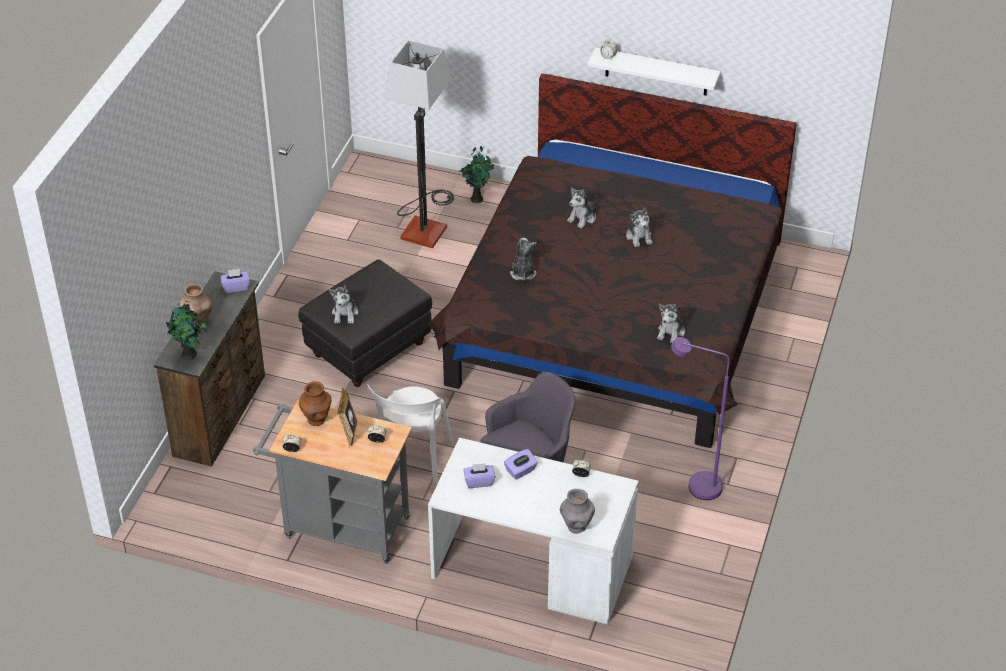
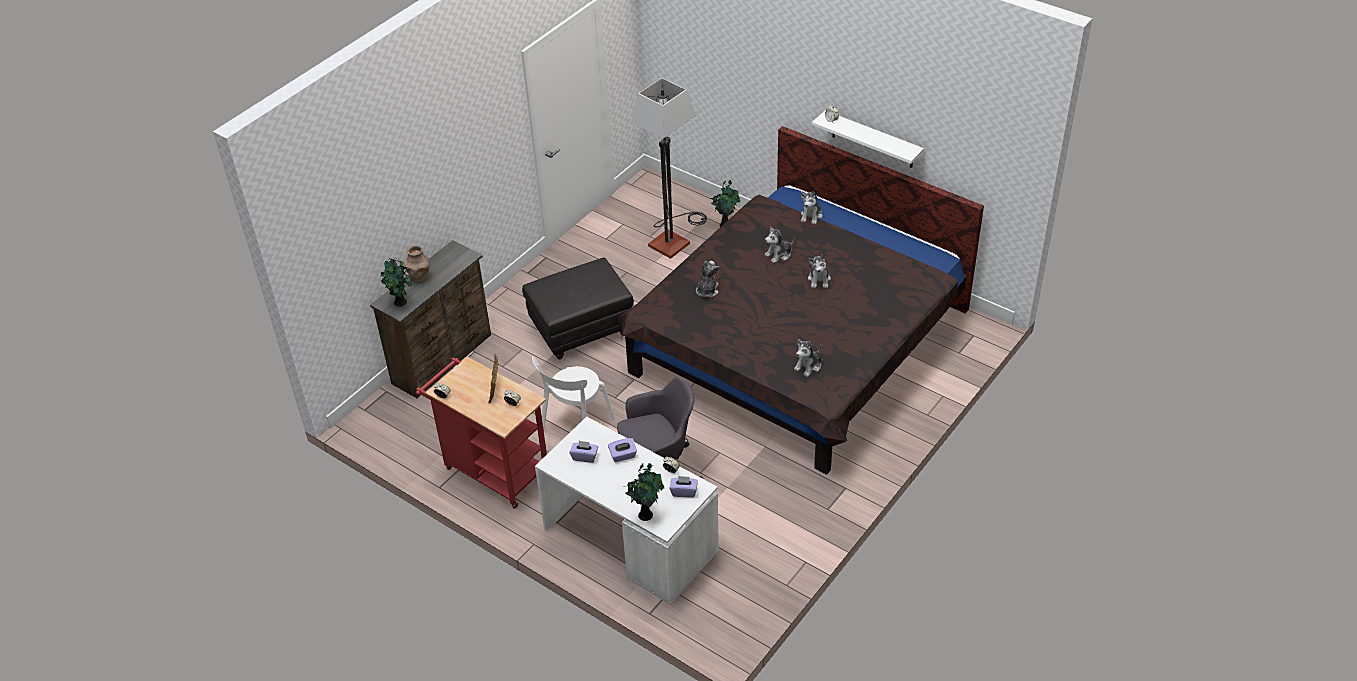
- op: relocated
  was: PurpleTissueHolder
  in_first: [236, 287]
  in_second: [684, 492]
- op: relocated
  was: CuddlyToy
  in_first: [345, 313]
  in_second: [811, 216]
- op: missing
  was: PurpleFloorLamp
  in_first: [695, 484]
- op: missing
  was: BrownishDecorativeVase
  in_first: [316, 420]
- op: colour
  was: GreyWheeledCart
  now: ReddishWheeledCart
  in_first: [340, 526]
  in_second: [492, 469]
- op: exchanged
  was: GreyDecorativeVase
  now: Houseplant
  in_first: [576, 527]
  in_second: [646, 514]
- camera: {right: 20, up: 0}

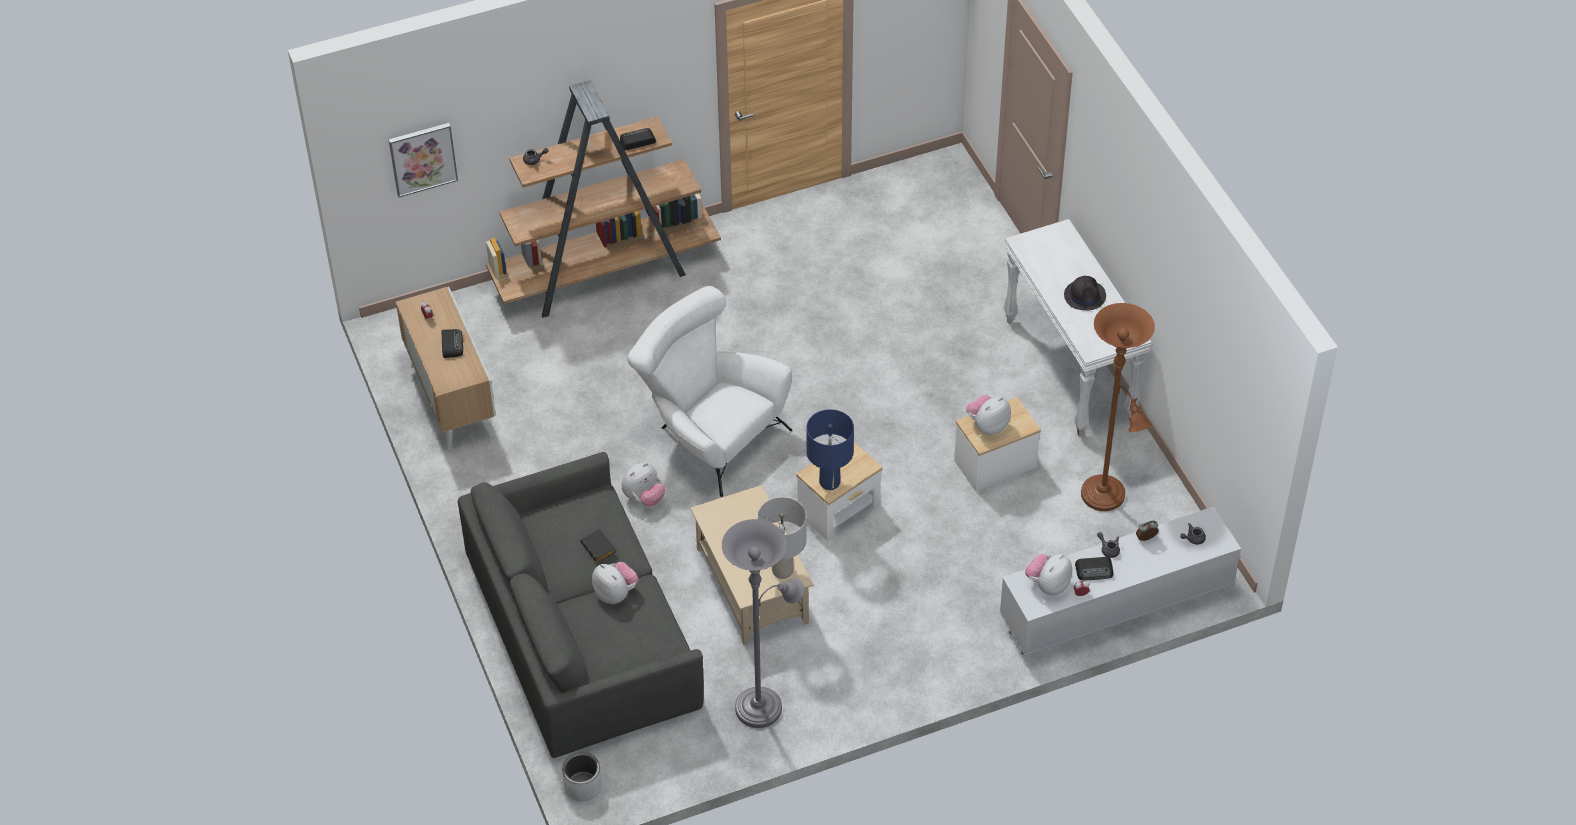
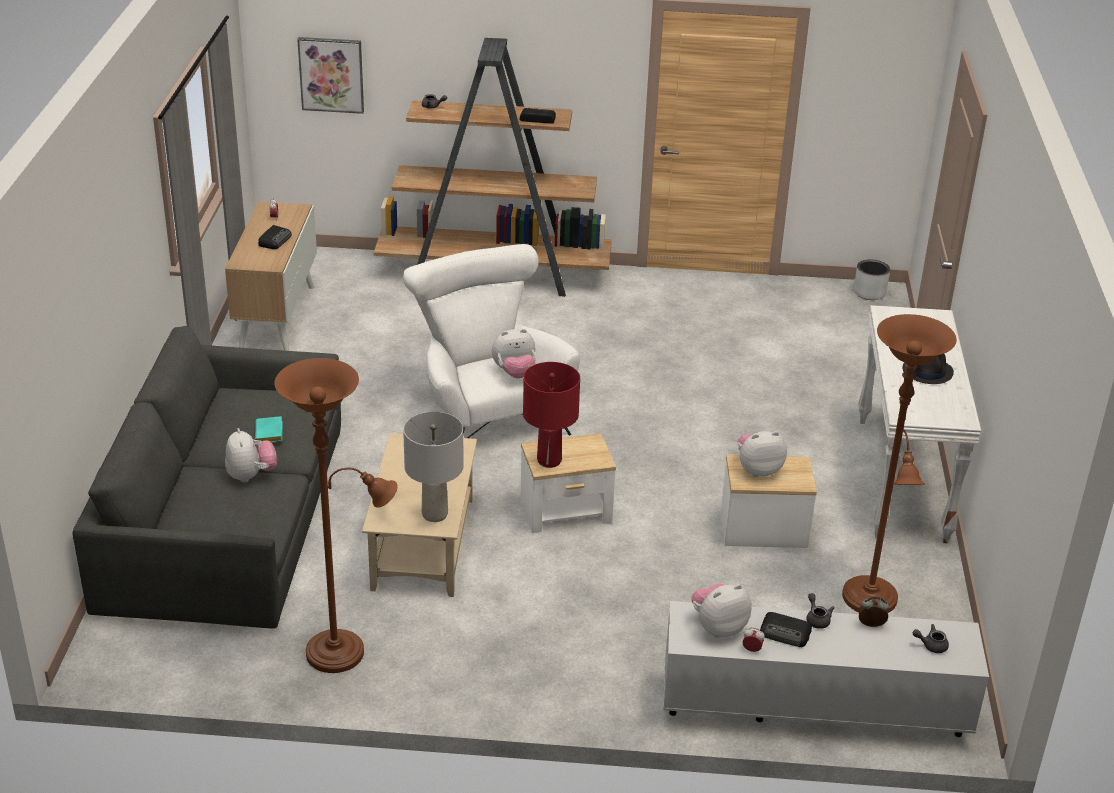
- op: colour
  was: BluishTableLamp
  now: ReddishTableLamp
  in_first: [829, 482]
  in_second: [549, 460]
- op: relocated
  was: CuddlyToy
  in_first: [644, 498]
  in_second: [515, 373]
- op: colour
  was: GreyFloorLamp
  now: BrownishFloorLamp
  in_first: [763, 704]
  in_second: [343, 651]
- op: colour
  was: BlackVolume
  now: BlueGreenVolume
  in_first: [599, 548]
  in_second: [270, 434]
- op: relocated
  was: GreyPlanter
  in_first: [582, 786]
  in_second: [869, 292]
- camera: {right: 25, up: -15}

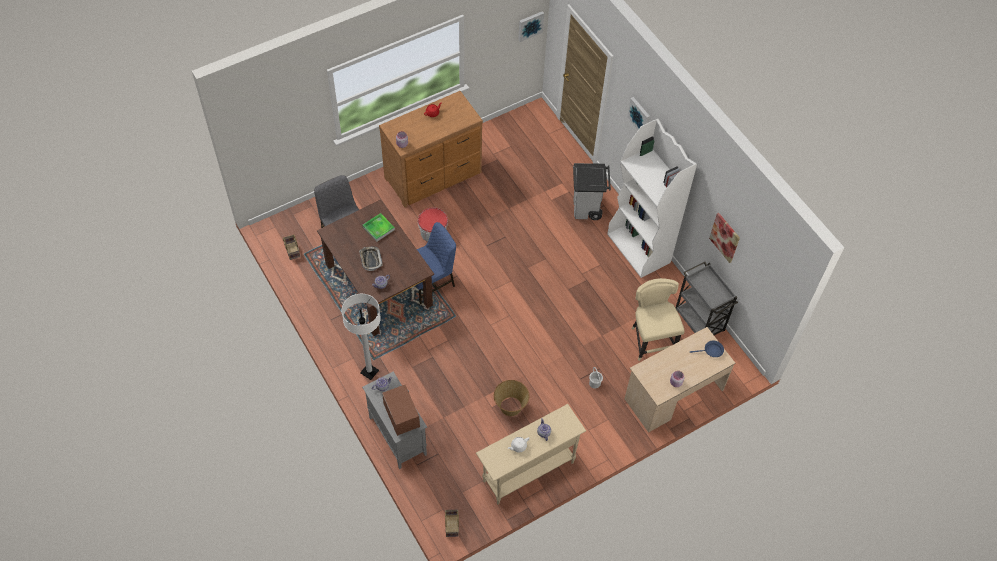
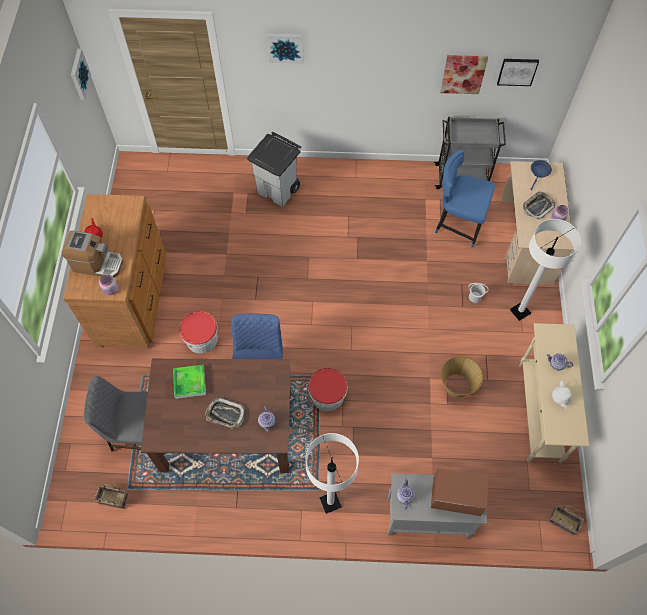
- op: missing
  was: WhiteColouredBookcase
  in_first: [639, 249]
- op: colour
  was: BeigePlainChair
  now: BluishPlainChair
  in_first: [651, 340]
  in_second: [457, 224]
- op: appeared
  now: WallPicture
  in_second: [517, 71]
- op: appeared
  now: Tray
  in_second: [538, 207]
- op: appeared
  now: WhiteColouredFloorLamp
  in_second: [520, 311]
- op: appeared
  now: CoffeeMaker
  in_second: [97, 264]
- op: appeared
  now: Bucket
  in_second: [327, 395]
- camera: {right: -55, up: 5}

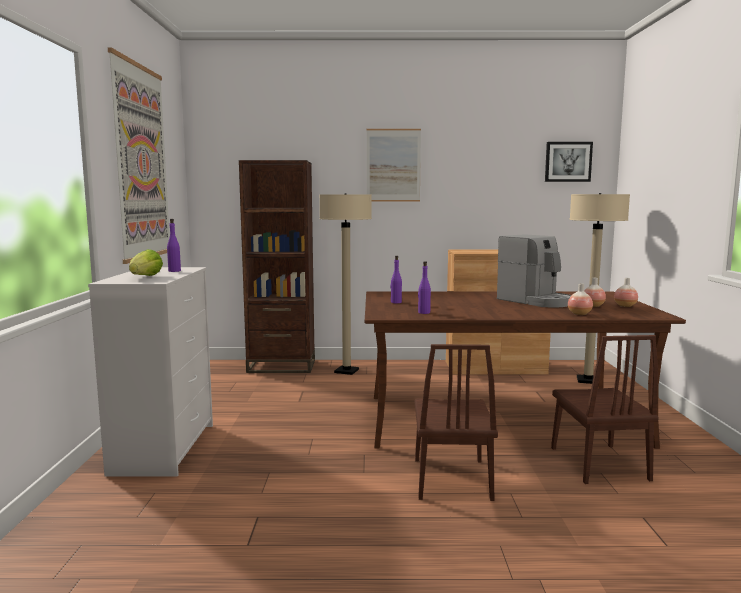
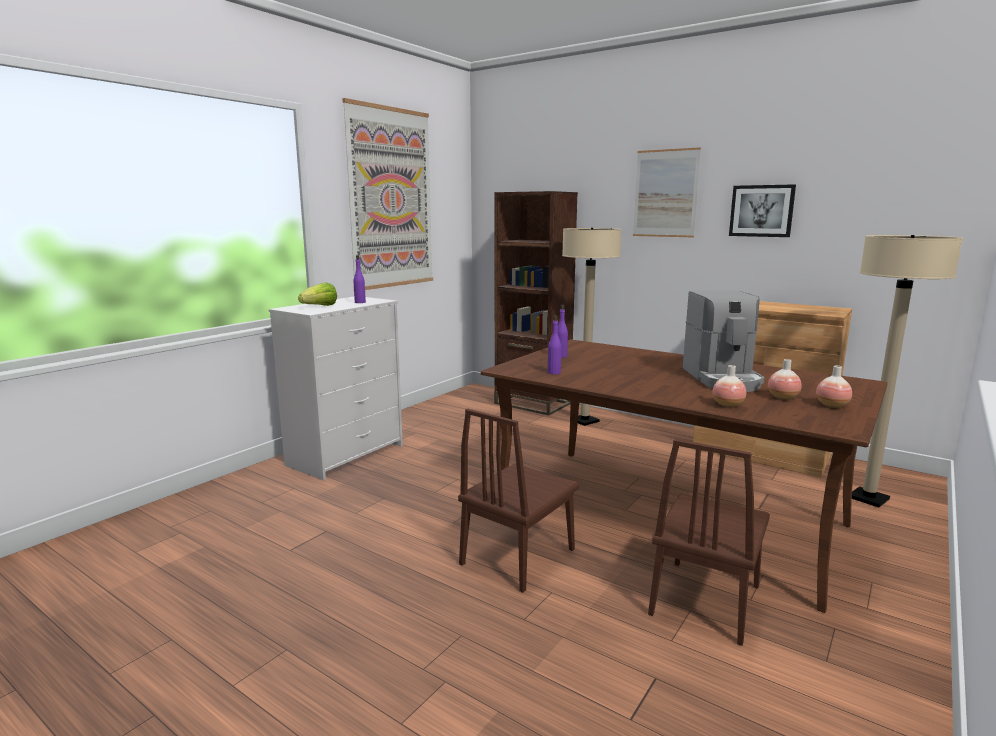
- op: relocated
  was: WallPicture
  in_first: [568, 162]
  in_second: [761, 211]
- camera: {right: 35, up: 5}

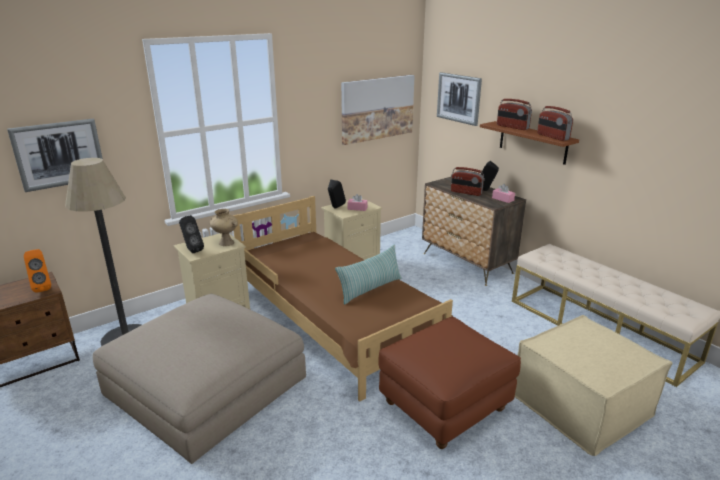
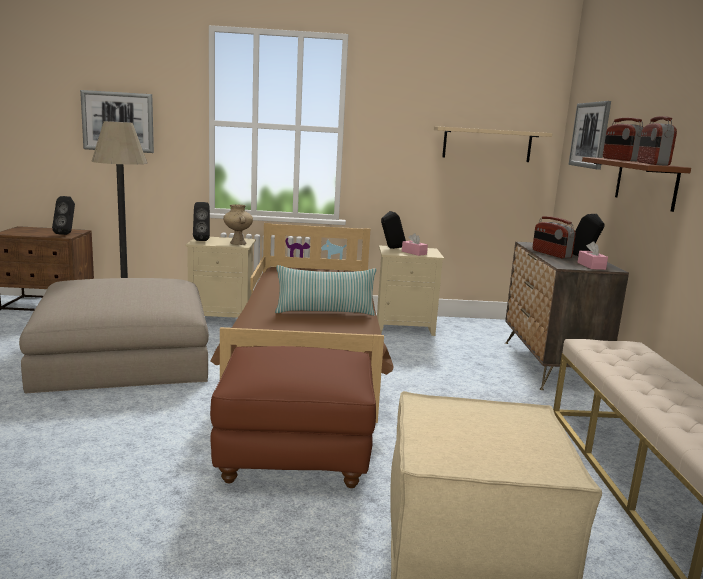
- op: exchanged
  was: WallPicture
  now: BeigeShelf
  in_first: [377, 108]
  in_second: [487, 144]
- op: colour
  was: OrangeColouredLoudspeaker
  now: BlackLoudspeaker
  in_first: [42, 287]
  in_second: [66, 234]
- camera: {right: 35, up: -10}

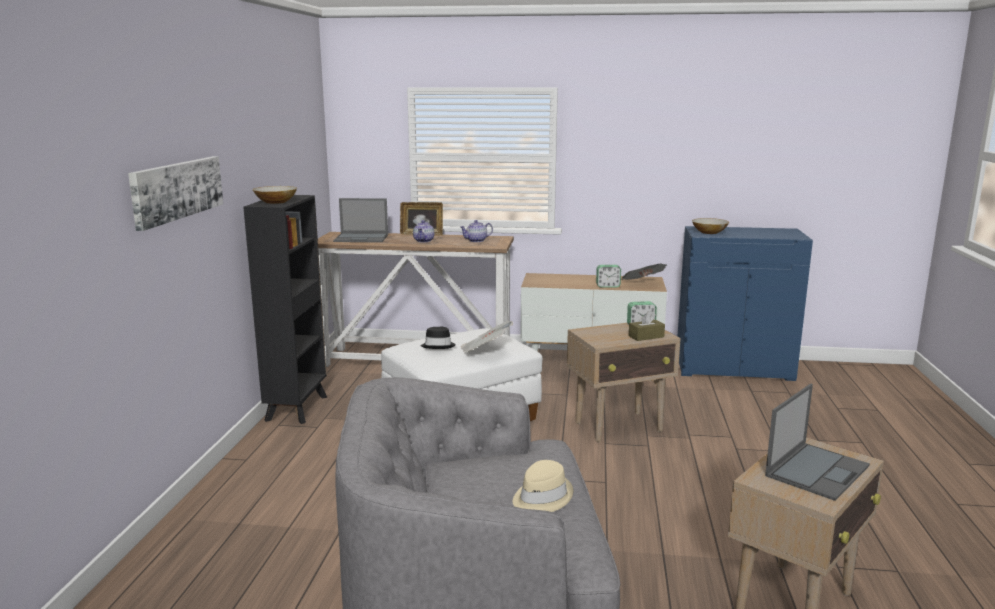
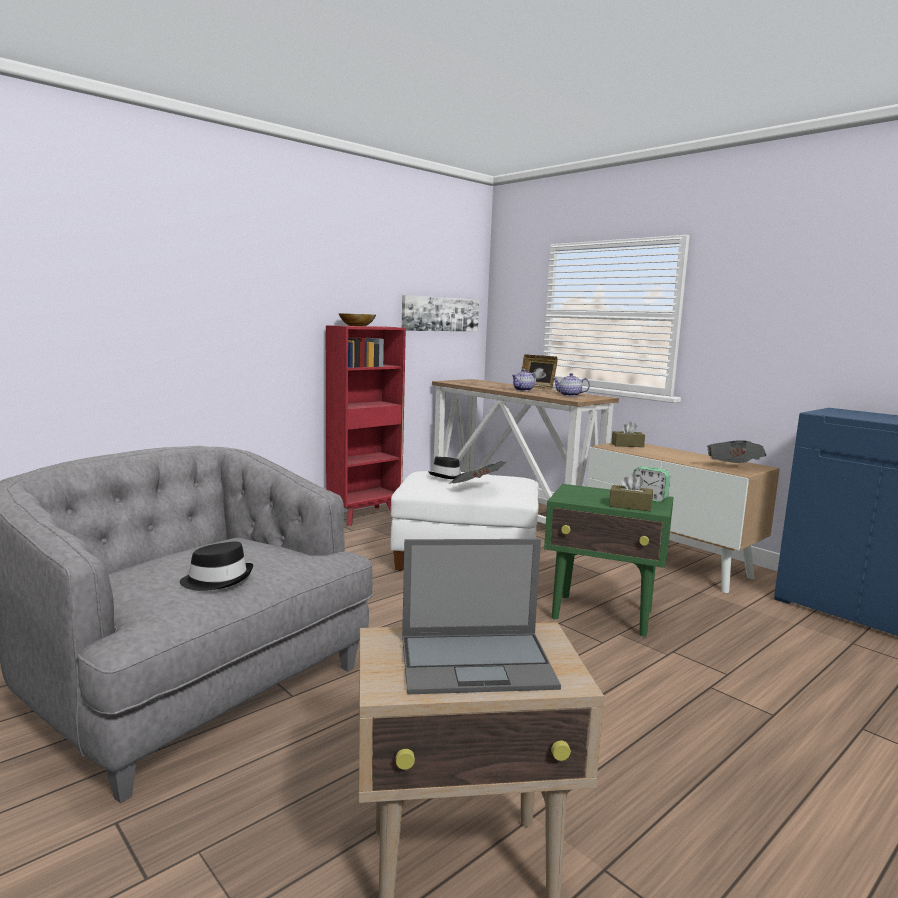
- op: relocated
  was: WallPicture
  in_first: [177, 190]
  in_second: [440, 314]
- op: colour
  was: BlackBookcase
  now: ReddishBookcase
  in_first: [297, 408]
  in_second: [365, 515]
- op: missing
  was: Laptop
  in_first: [362, 238]
- op: missing
  was: ServingBowl
  in_first: [709, 232]
- op: missing
  was: BedsideClock
  in_first: [608, 286]
- op: colour
  was: BeigeSideTable
  now: GreenColouredSideTable
  in_first: [619, 427]
  in_second: [603, 616]
- op: colour
  was: BeigeWearableHat
  now: BlackWearableHat
  in_first: [541, 497]
  in_second: [218, 579]
- op: appeared
  now: BrownishTissueHolder
  in_second: [627, 445]
- camera: {right: 40, up: -5}

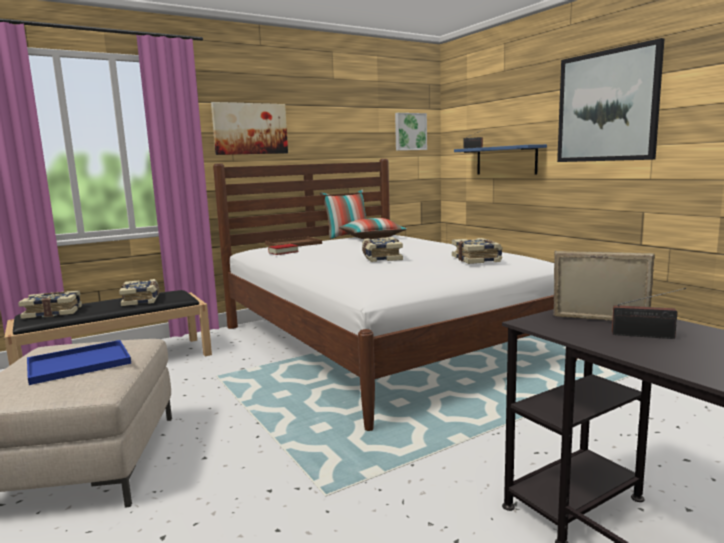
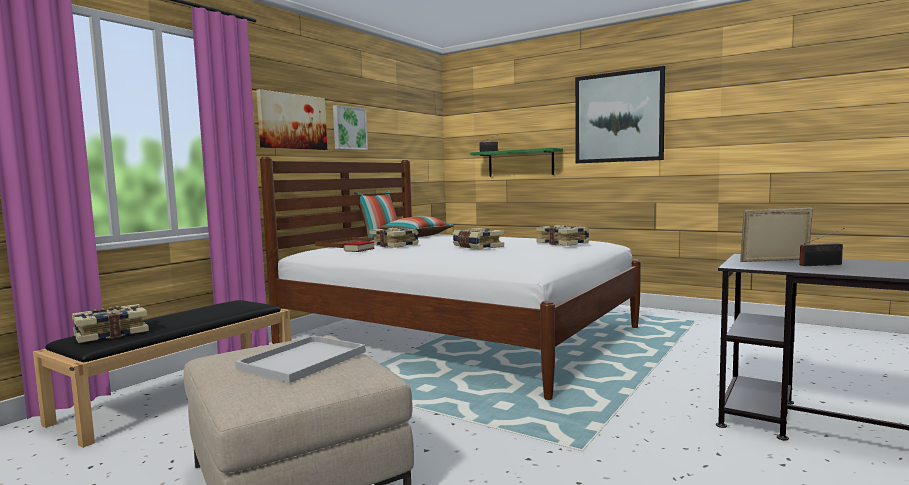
- op: relocated
  was: WallPicture
  in_first: [410, 131]
  in_second: [349, 128]
- op: colour
  was: BluishShelf
  now: GreenColouredShelf
  in_first: [506, 160]
  in_second: [520, 163]
- op: relocated
  was: Volume
  in_first: [142, 300]
  in_second: [395, 245]
- op: colour
  was: BluishTray
  now: WhiteColouredTray
  in_first: [77, 364]
  in_second: [302, 361]
- camera: {right: -25, up: -5}

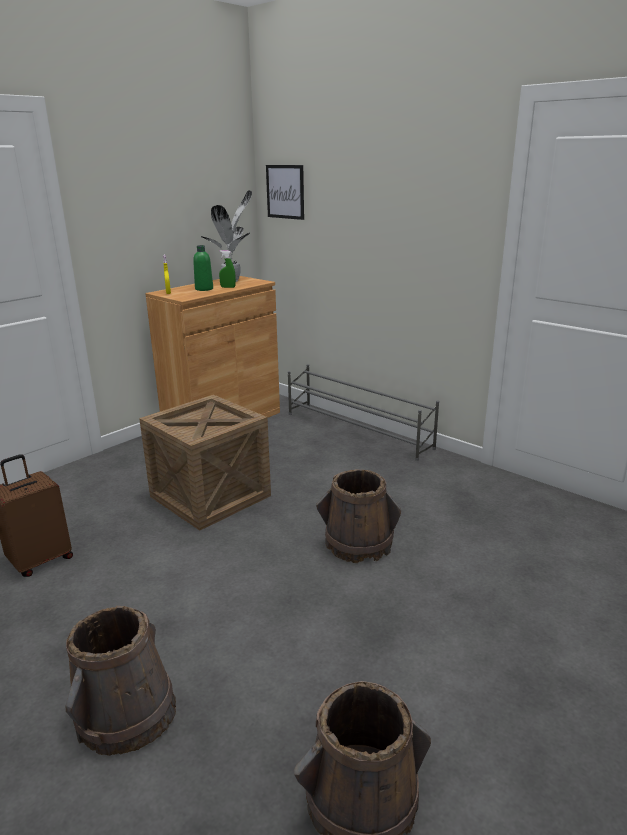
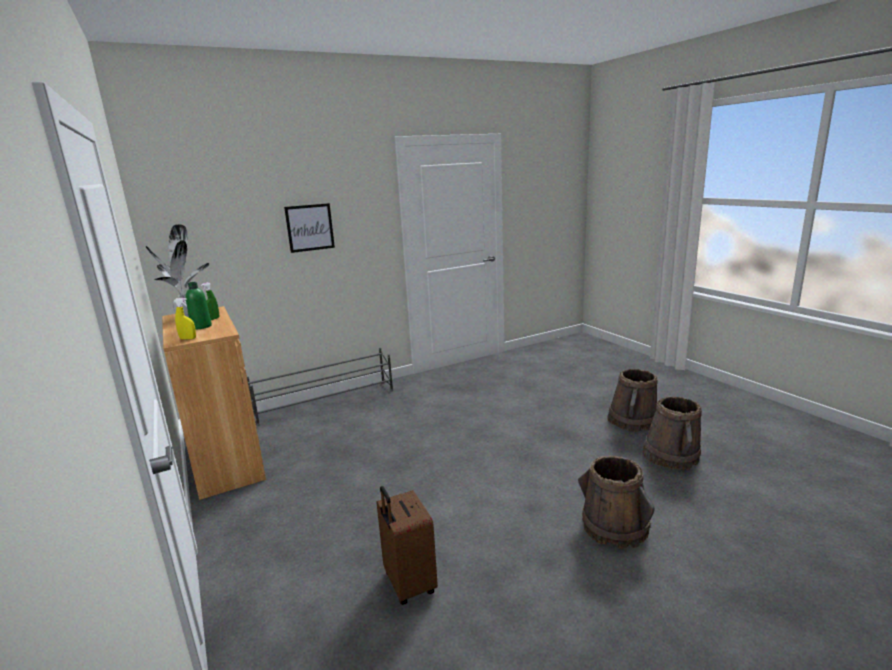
- op: relocated
  was: WallPicture
  in_first: [285, 192]
  in_second: [310, 227]
- op: missing
  was: PackingCrate
  in_first: [210, 496]
- op: relocated
  was: BrownishBucket
  in_first: [358, 543]
  in_second: [632, 421]
- camera: {right: -70, up: -5}

